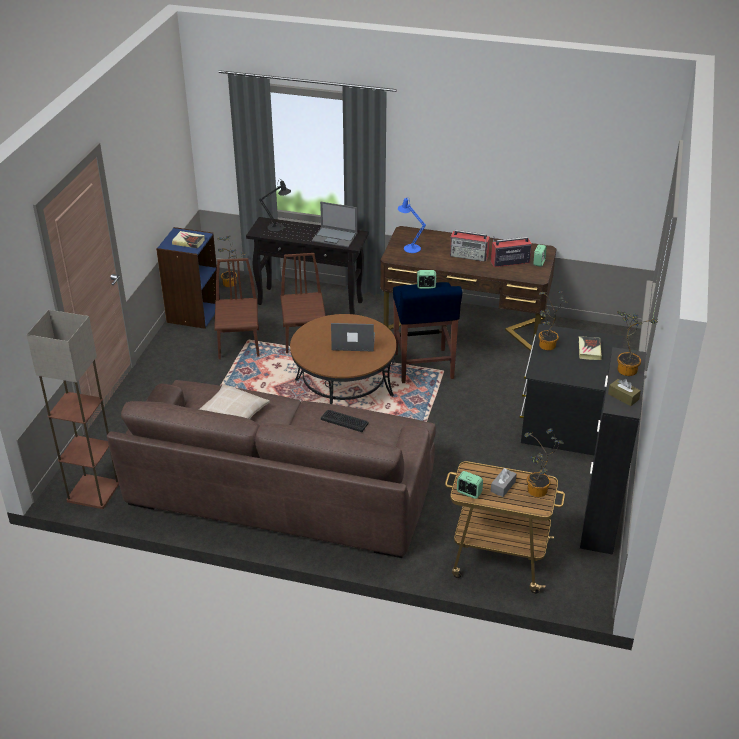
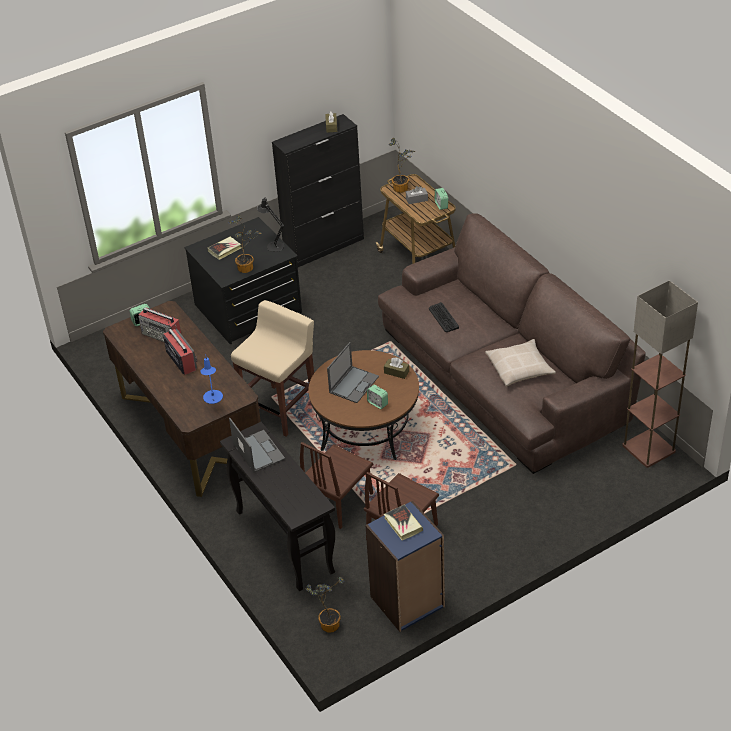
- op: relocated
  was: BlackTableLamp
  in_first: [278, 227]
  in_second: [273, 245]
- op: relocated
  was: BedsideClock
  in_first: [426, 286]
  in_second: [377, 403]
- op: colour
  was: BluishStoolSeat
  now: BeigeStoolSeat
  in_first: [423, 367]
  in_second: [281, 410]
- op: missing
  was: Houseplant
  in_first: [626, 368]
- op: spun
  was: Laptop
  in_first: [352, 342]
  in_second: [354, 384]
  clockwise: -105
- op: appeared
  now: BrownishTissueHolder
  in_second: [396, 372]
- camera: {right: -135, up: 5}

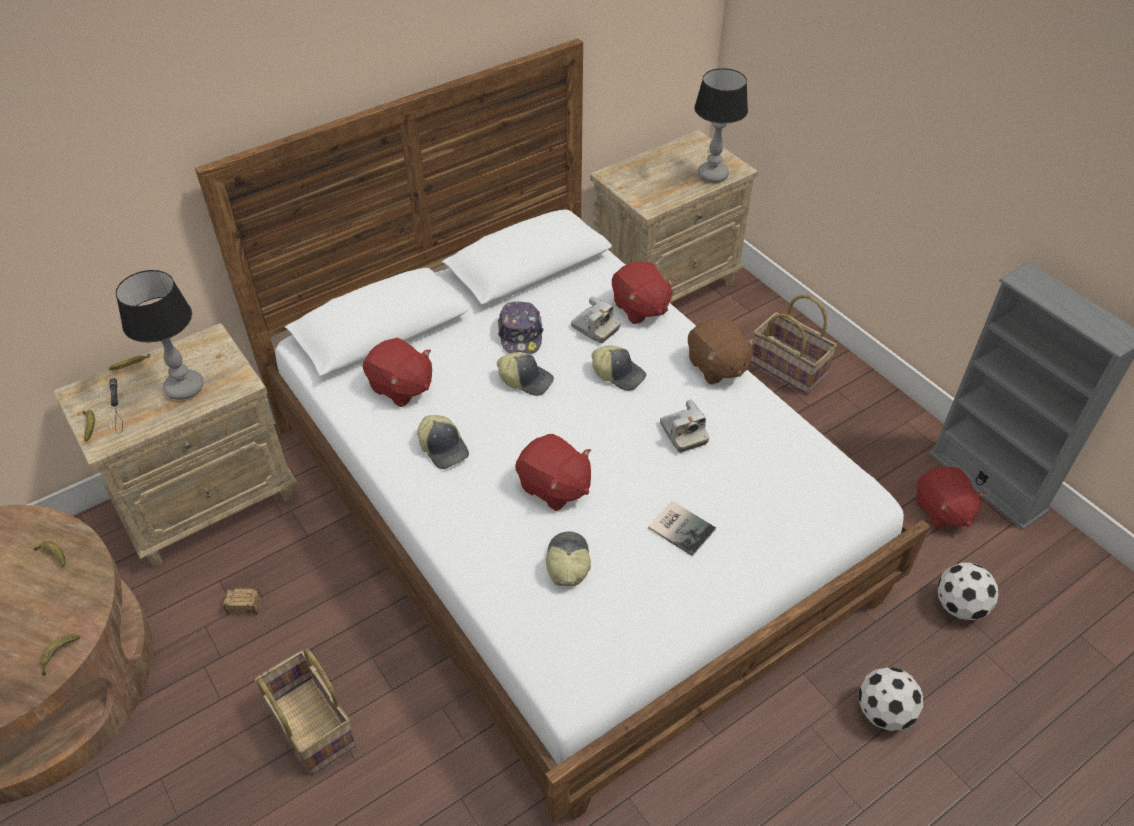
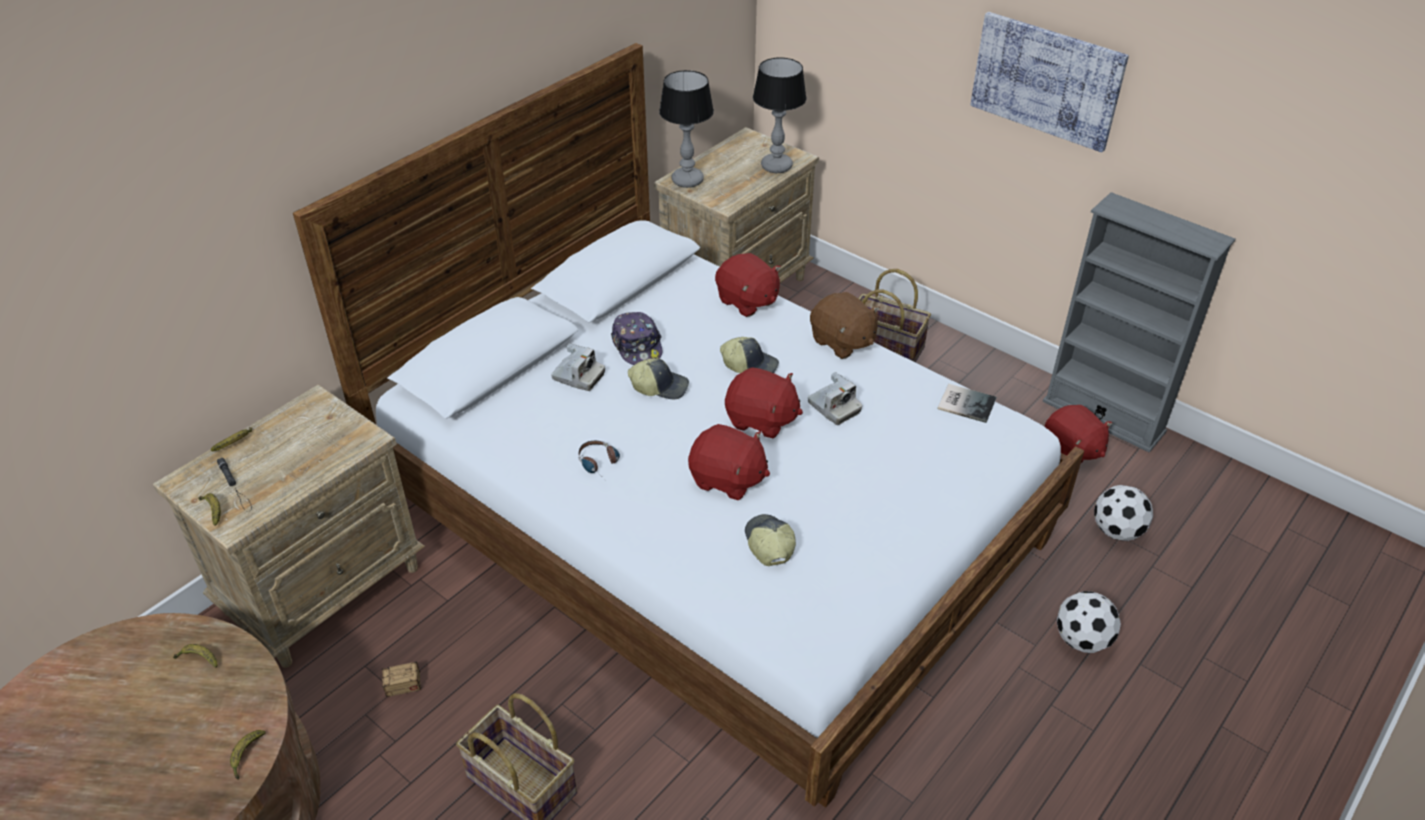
- op: relocated
  was: TableLamp
  in_first: [184, 388]
  in_second: [688, 181]
- op: relocated
  was: StillCamera
  in_first: [595, 328]
  in_second: [578, 377]
- op: relocated
  was: ReddishCuddlyToy
  in_first: [401, 387]
  in_second: [761, 420]
- op: exchanged
  was: BaseballCap
  now: Headset
  in_first: [444, 448]
  in_second: [601, 464]
- op: relocated
  was: Volume
  in_first: [681, 527]
  in_second: [965, 403]
- op: appeared
  now: WallPicture
  in_second: [1047, 80]
- camera: {right: -15, up: -5}

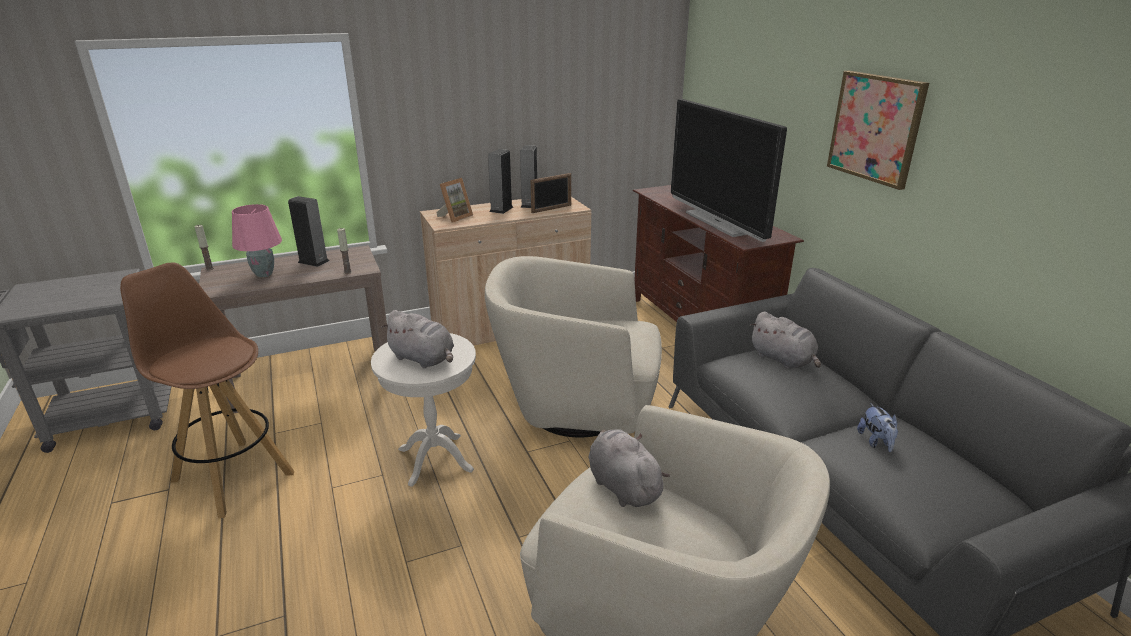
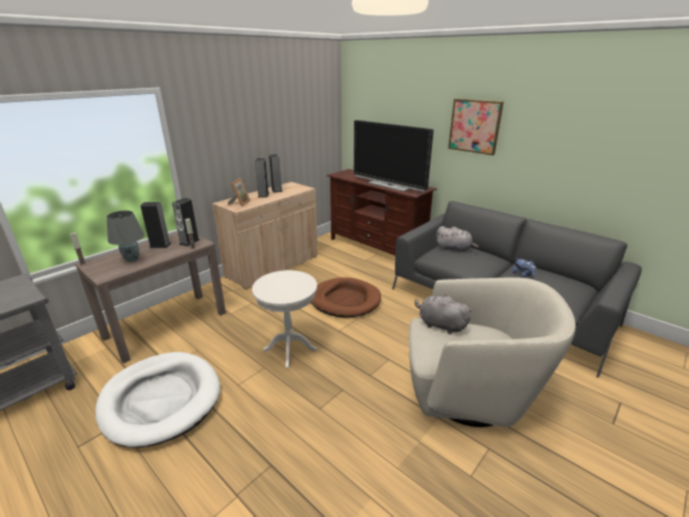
- op: missing
  was: PhotoFrame
  in_first: [551, 209]
- op: colour
  was: PinkTableLamp
  now: GreyTableLamp
  in_first: [264, 274]
  in_second: [132, 259]
- op: exchanged
  was: BeigeLoungeChair
  now: BrownishPetBed
  in_first: [575, 406]
  in_second: [345, 300]
- op: exchanged
  was: BrownishStoolSeat
  now: WhiteColouredPetBed
  in_first: [232, 476]
  in_second: [161, 400]
- op: missing
  was: GreyCuddlyToy
  in_first: [423, 359]
- op: appeared
  now: Loudspeaker
  in_second: [189, 242]
- camera: {right: -25, up: 0}

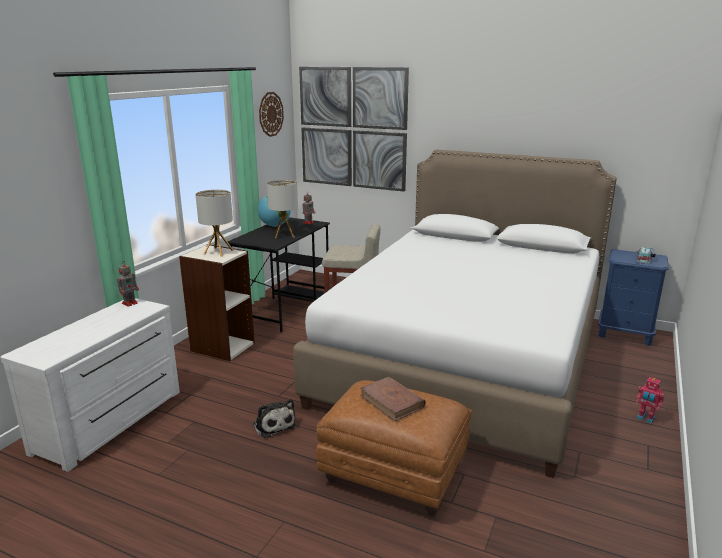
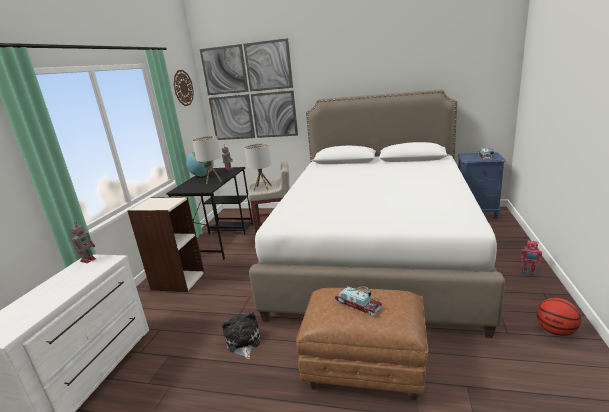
- op: relocated
  was: TableLamp
  in_first: [218, 252]
  in_second: [262, 188]
- op: exchanged
  was: BrownishVolume
  now: ModelCar
  in_first: [392, 401]
  in_second: [358, 303]
- op: spun
  was: CuddlyToy
  in_first: [273, 424]
  in_second: [243, 342]
  clockwise: -150
- op: appeared
  now: Basketball
  in_second: [555, 331]
- camera: {right: -10, up: 0}

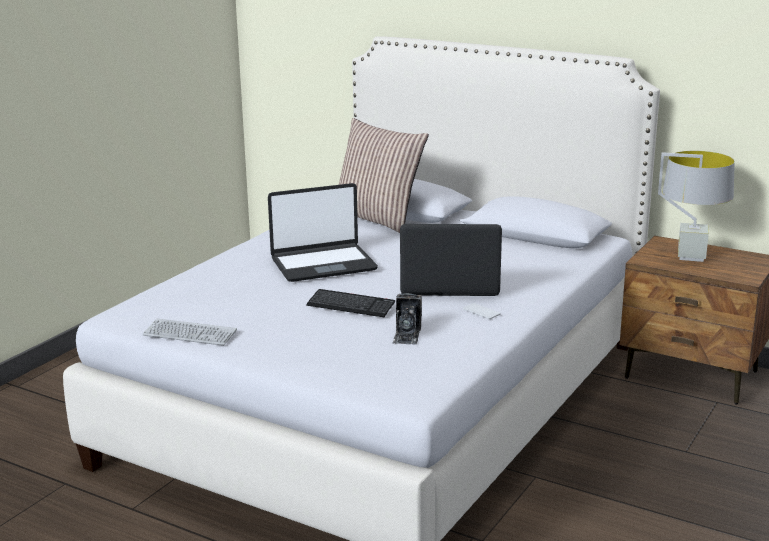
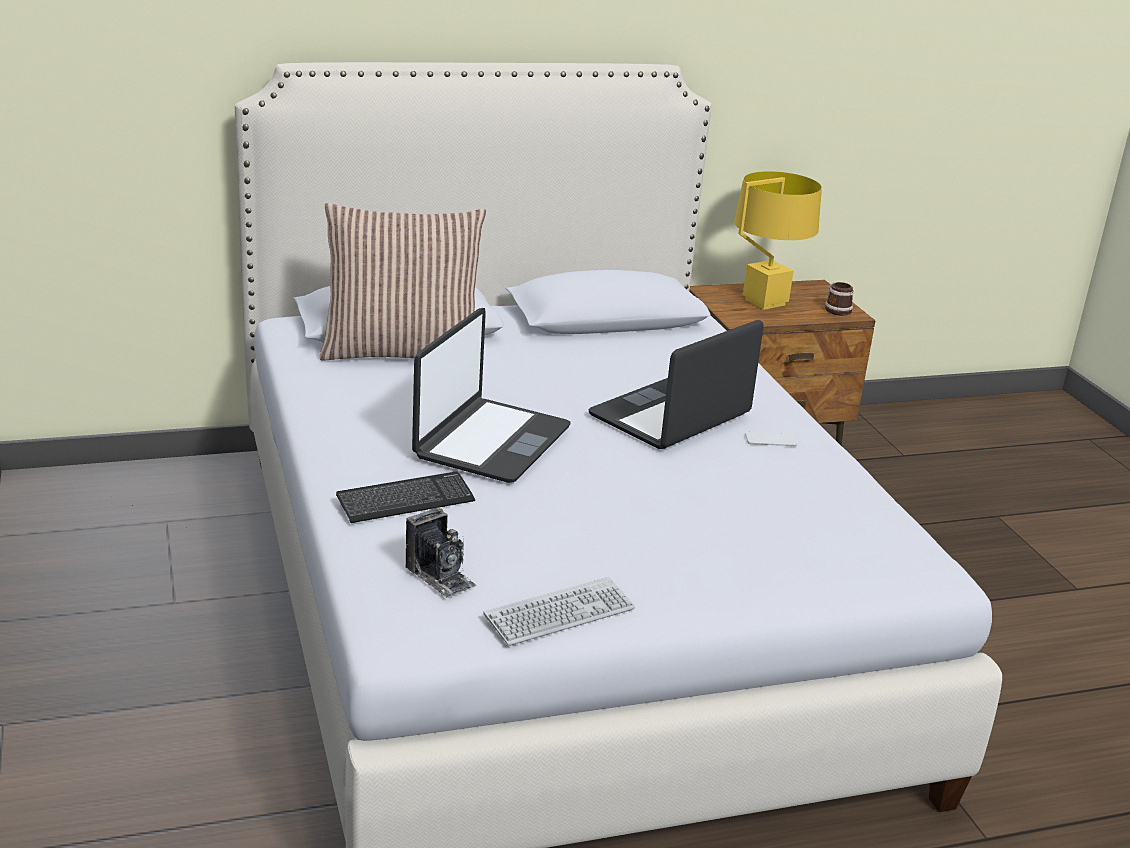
- op: colour
  was: GreyTableLamp
  now: YellowishTableLamp
  in_first: [690, 256]
  in_second: [764, 302]
- op: relocated
  was: ComputerKeyboard
  in_first: [350, 305]
  in_second: [405, 500]
- op: relocated
  was: StillCamera
  in_first: [407, 335]
  in_second: [440, 576]
- op: appeared
  now: CoffeeMug
  in_second: [836, 309]
- camera: {right: -50, up: 5}

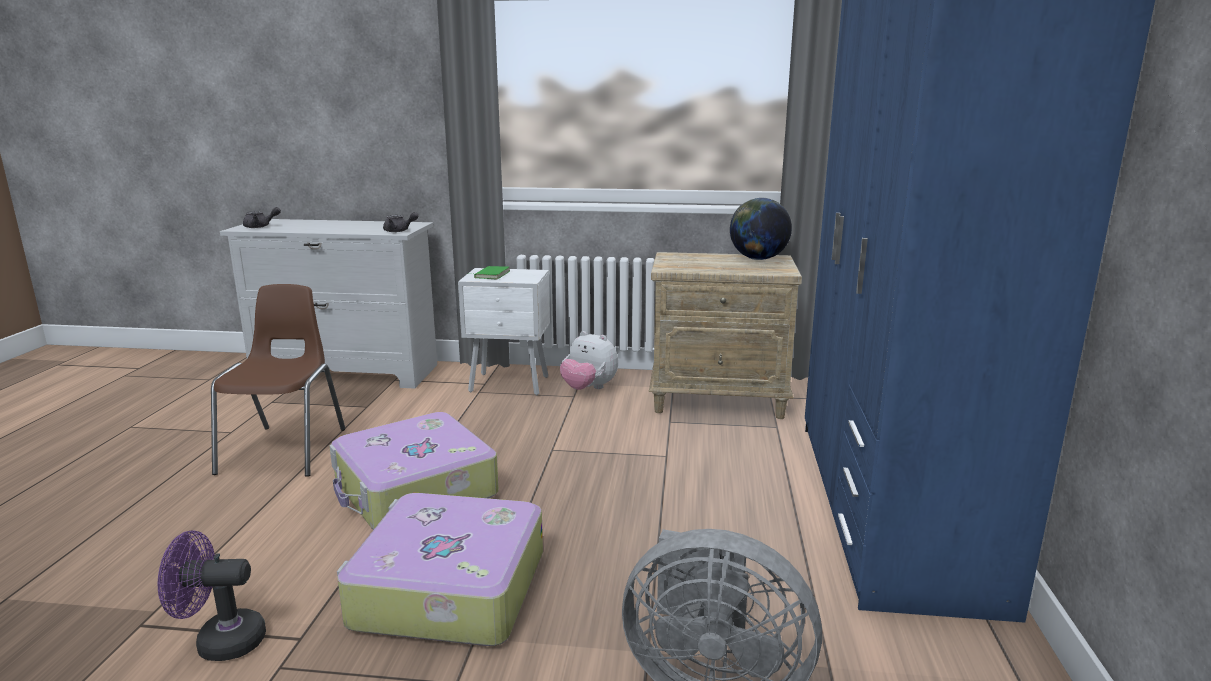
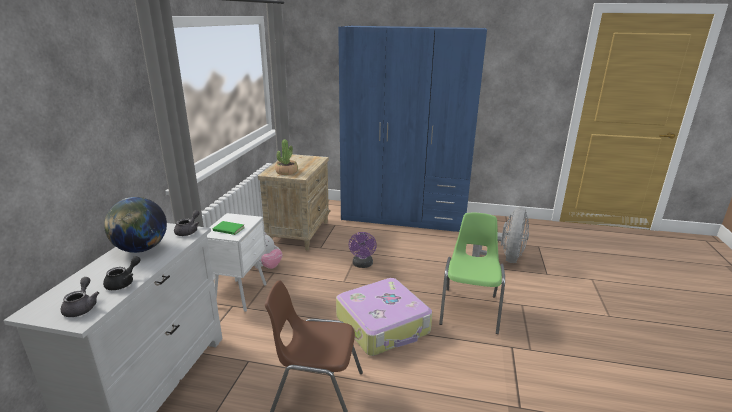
- op: relocated
  was: Globe
  in_first: [758, 259]
  in_second: [141, 249]
- op: exchanged
  was: TravelCase
  now: GreenColouredPlainChair
  in_first: [447, 589]
  in_second: [470, 309]
- op: relocated
  was: PurpleElectricFan
  in_first: [220, 641]
  in_second: [362, 265]
- op: appeared
  now: Houseplant
  in_second: [286, 172]
- op: appeared
  now: BlackTeaPot
  in_second: [124, 282]
- camera: {right: -85, up: 5}

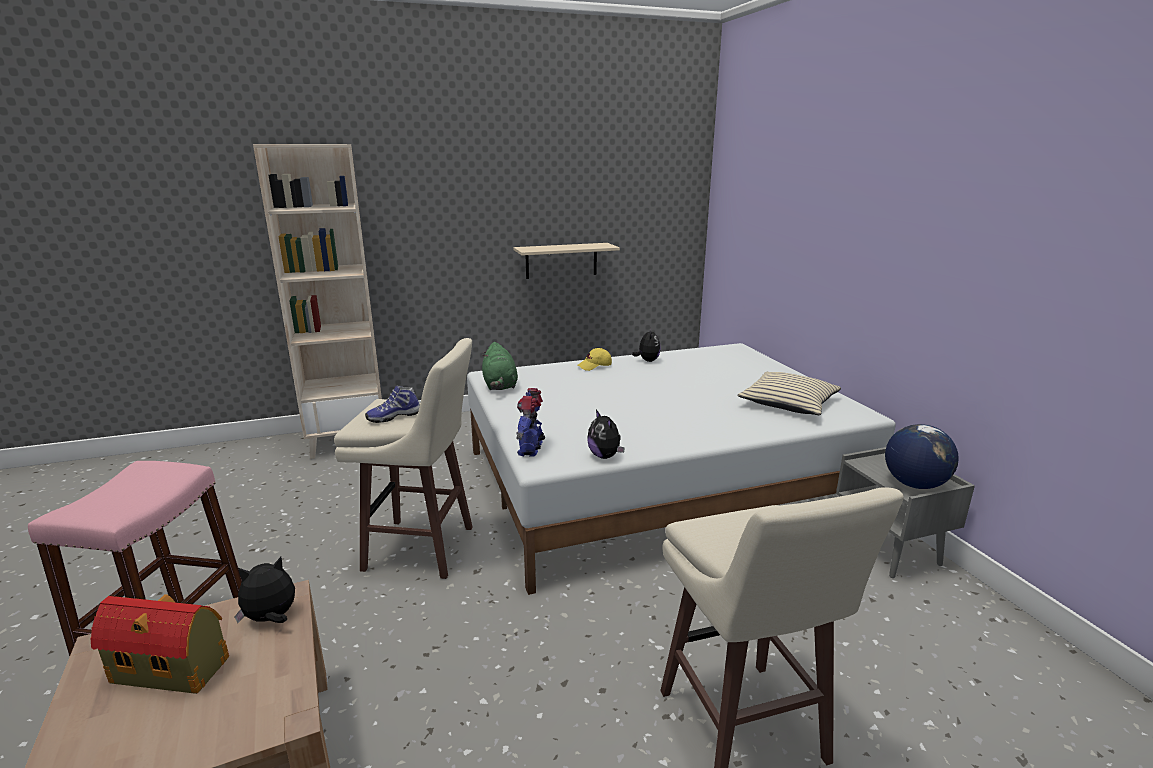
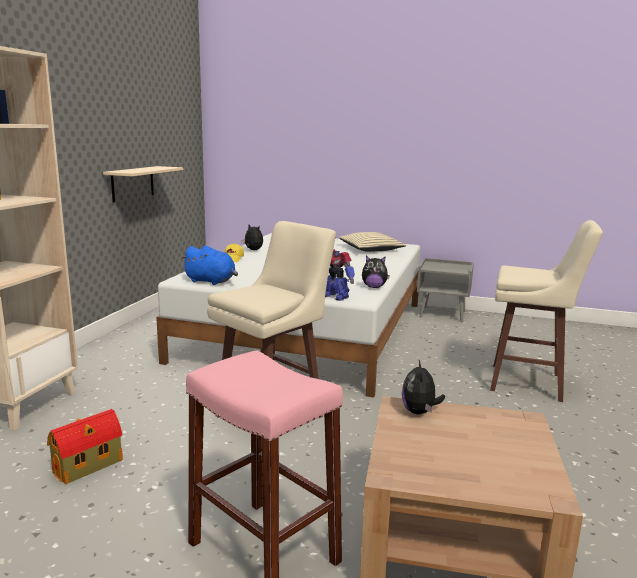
- op: colour
  was: GreenColouredCuddlyToy
  now: BluishCuddlyToy
  in_first: [500, 385]
  in_second: [211, 281]
- op: missing
  was: Shoe
  in_first: [393, 416]
- op: missing
  was: Globe
  in_first: [914, 484]
- op: relocated
  was: MiniatureHouse
  in_first: [172, 670]
  in_second: [89, 465]
- camera: {right: -55, up: -5}

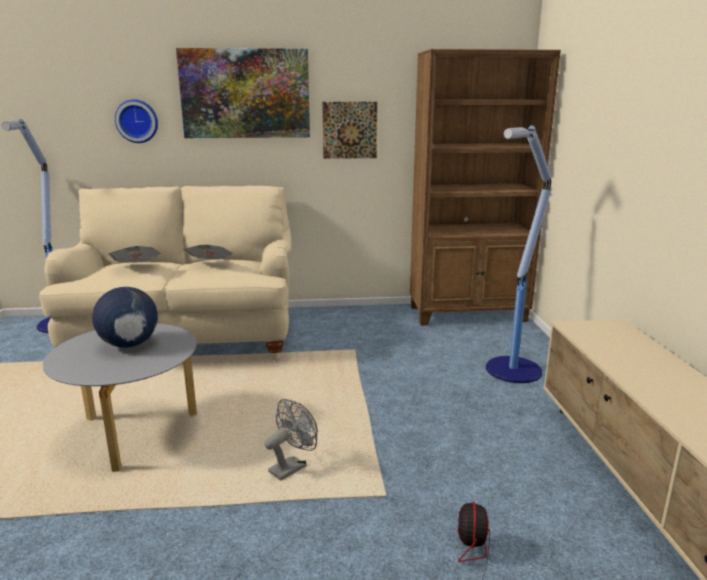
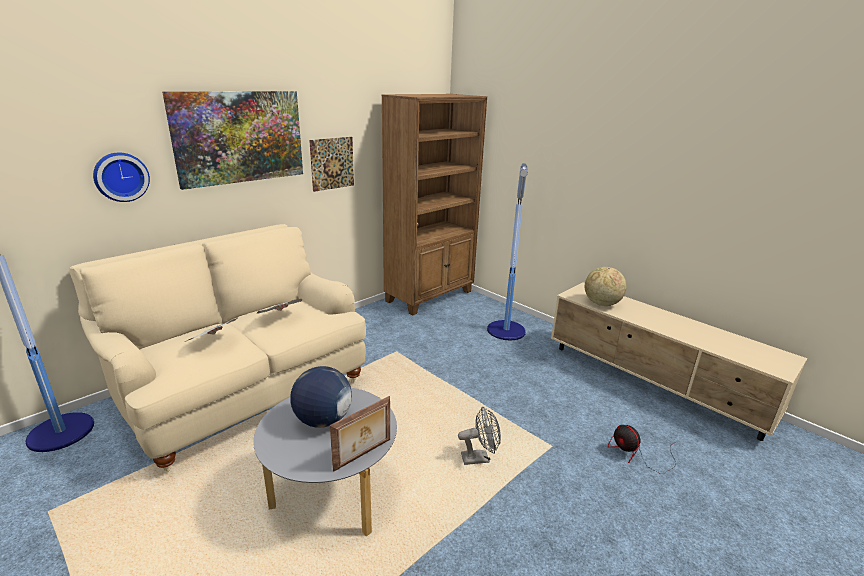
- op: spun
  was: GreyElectricFan
  in_first: [292, 467]
  in_second: [479, 458]
  clockwise: 75
- op: appeared
  now: Globe
  in_second: [601, 304]
- op: appeared
  now: PhotoFrame
  in_second: [363, 455]
- camera: {right: -40, up: 5}

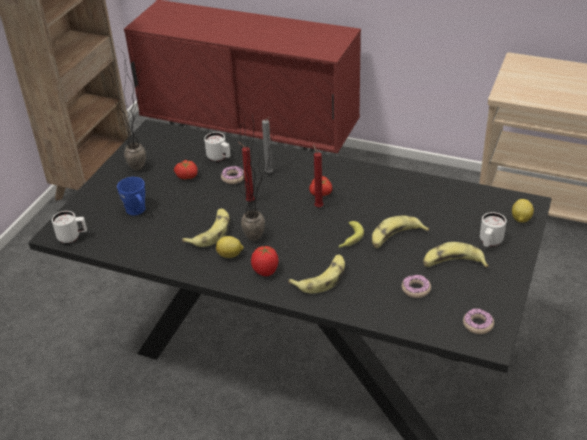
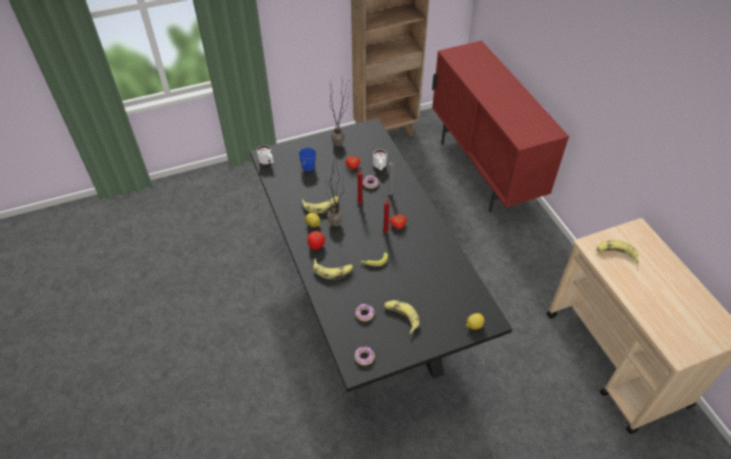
- op: missing
  was: WhiteColouredCoffeeMug
  in_first: [489, 243]
- op: relocated
  was: BananaFruit
  in_first: [395, 237]
  in_second: [615, 254]
- camera: {right: 45, up: 10}

